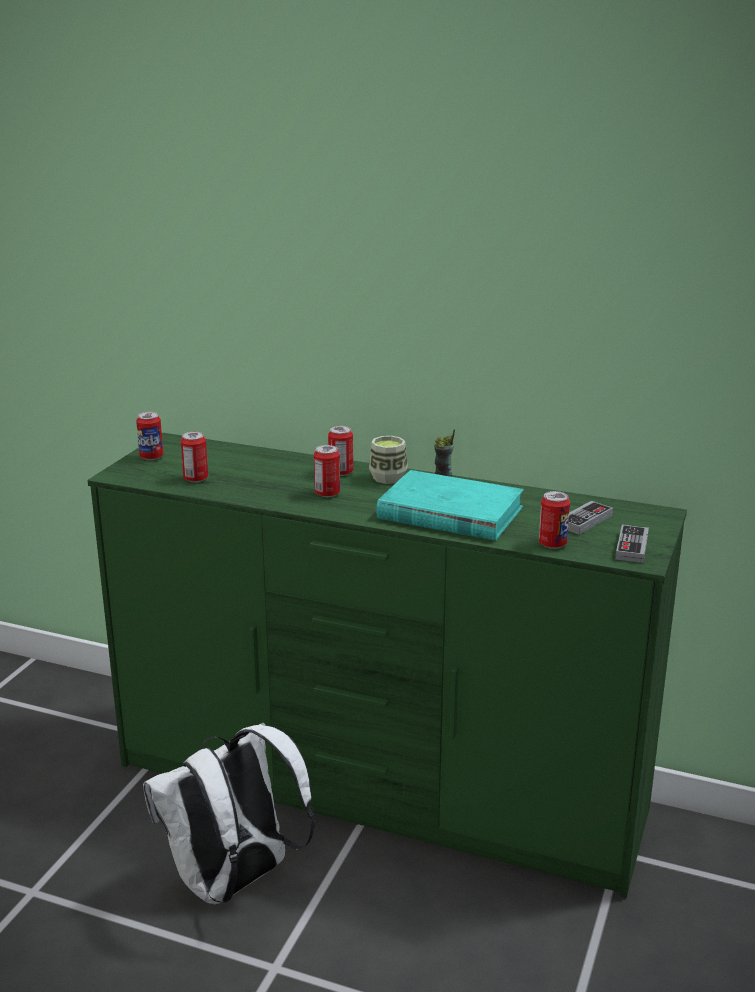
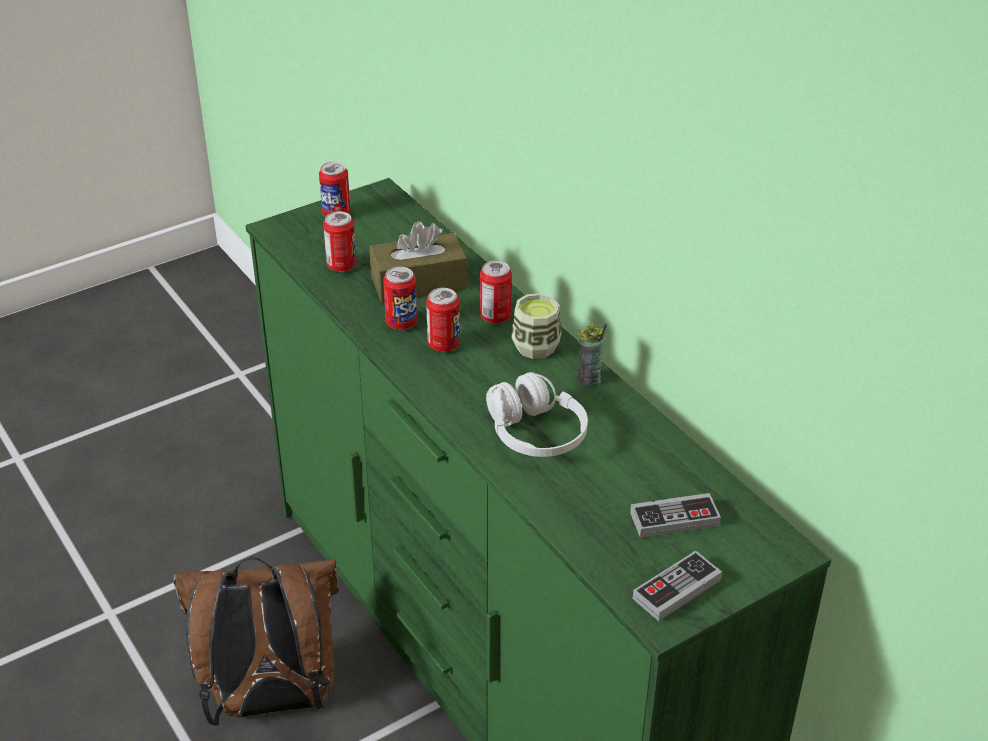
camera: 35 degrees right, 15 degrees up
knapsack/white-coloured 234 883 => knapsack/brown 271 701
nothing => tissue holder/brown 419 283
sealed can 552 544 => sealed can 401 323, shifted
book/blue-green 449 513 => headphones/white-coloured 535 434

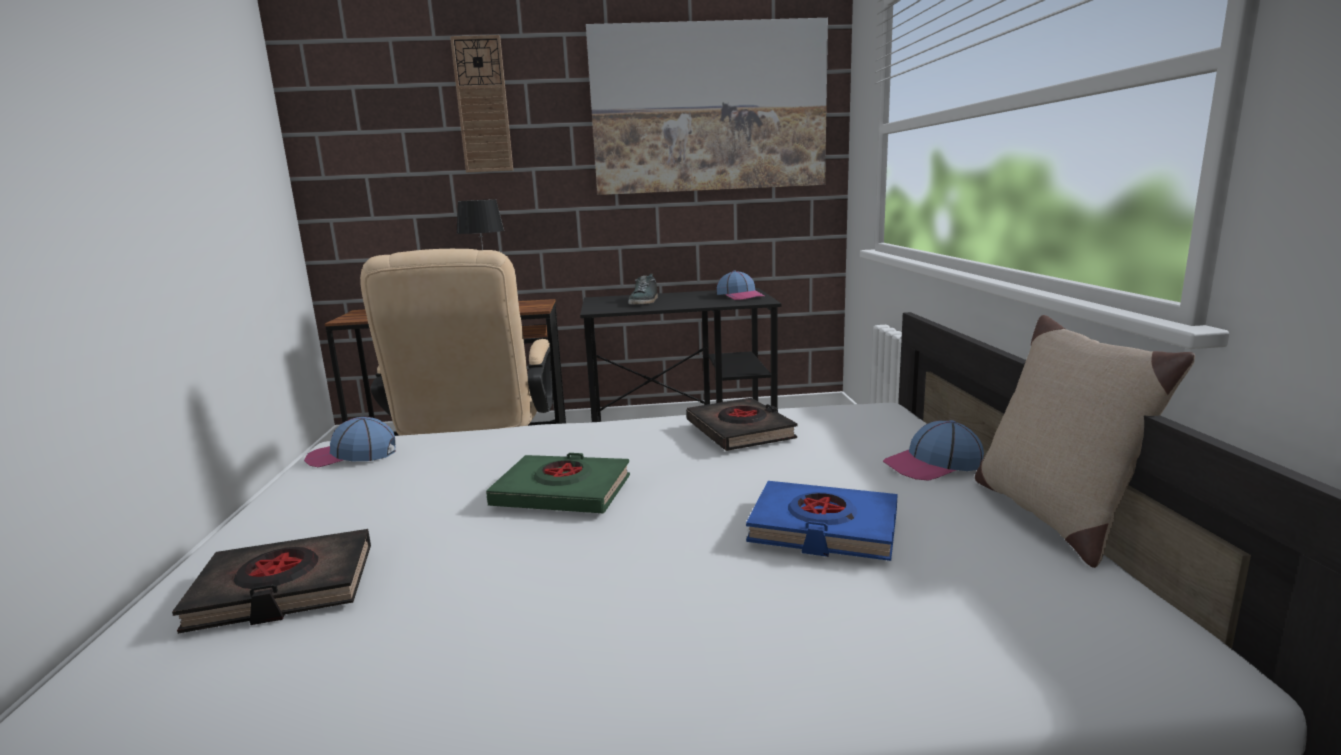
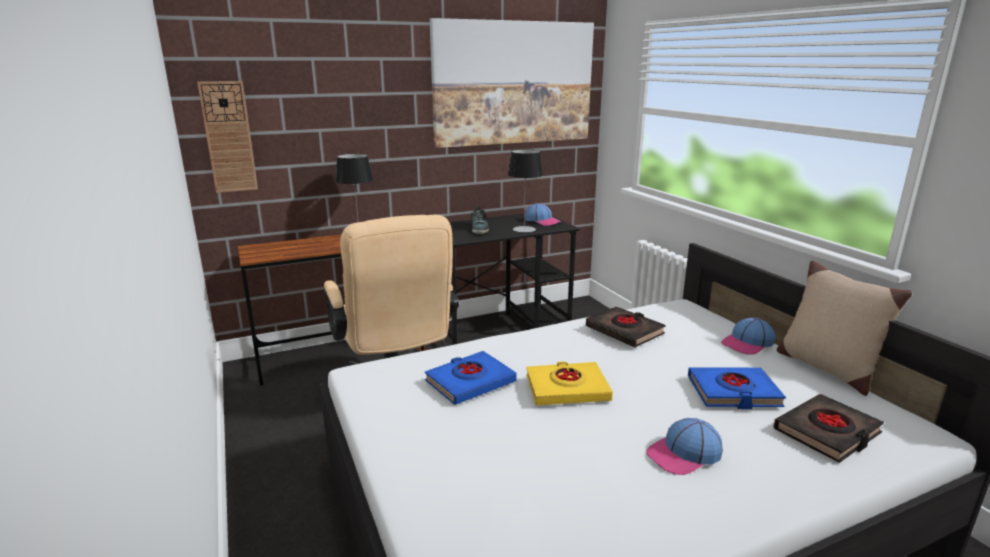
camera: 20 degrees left, 5 degrees up
wall clock 483 105 => wall clock 228 137, shifted
nothing => book/blue-coloured 470 382
nothing => lamp for a table 524 229
book/green-coloured 562 492 => book/yellowish 567 389
cap 352 455 => cap 684 454, shifted
book/black 284 589 => book/black 827 432, shifted

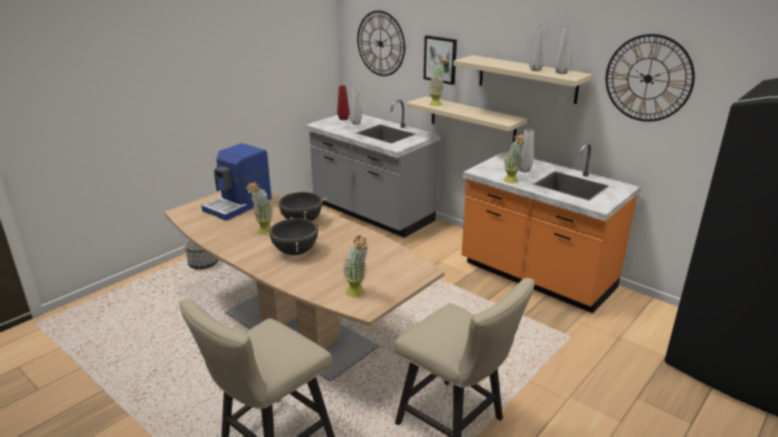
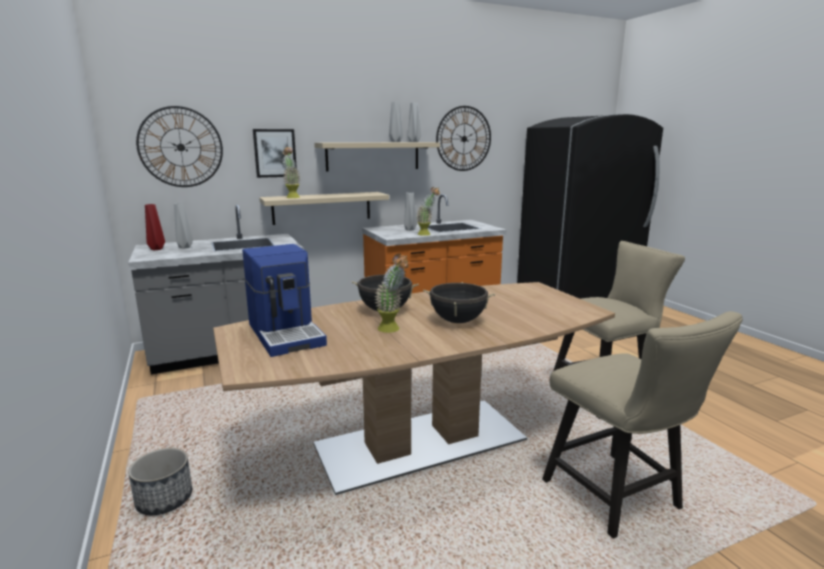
camera: 65 degrees left, 10 degrees down
potted plant 357 294 => nothing

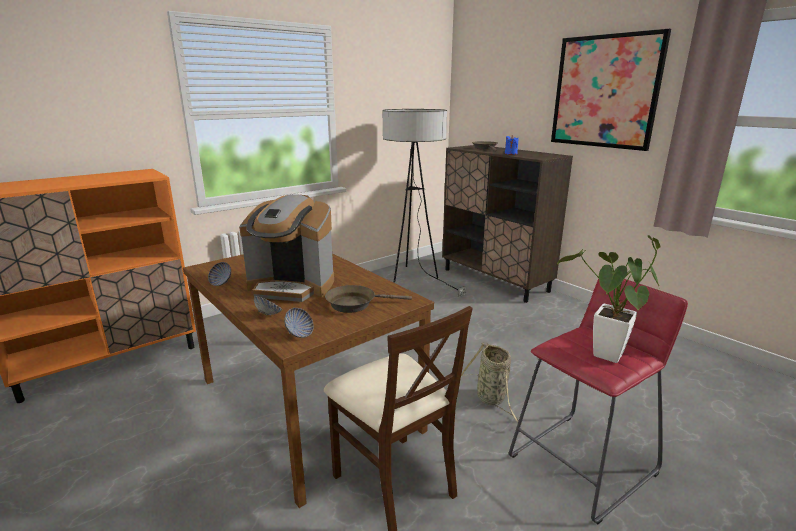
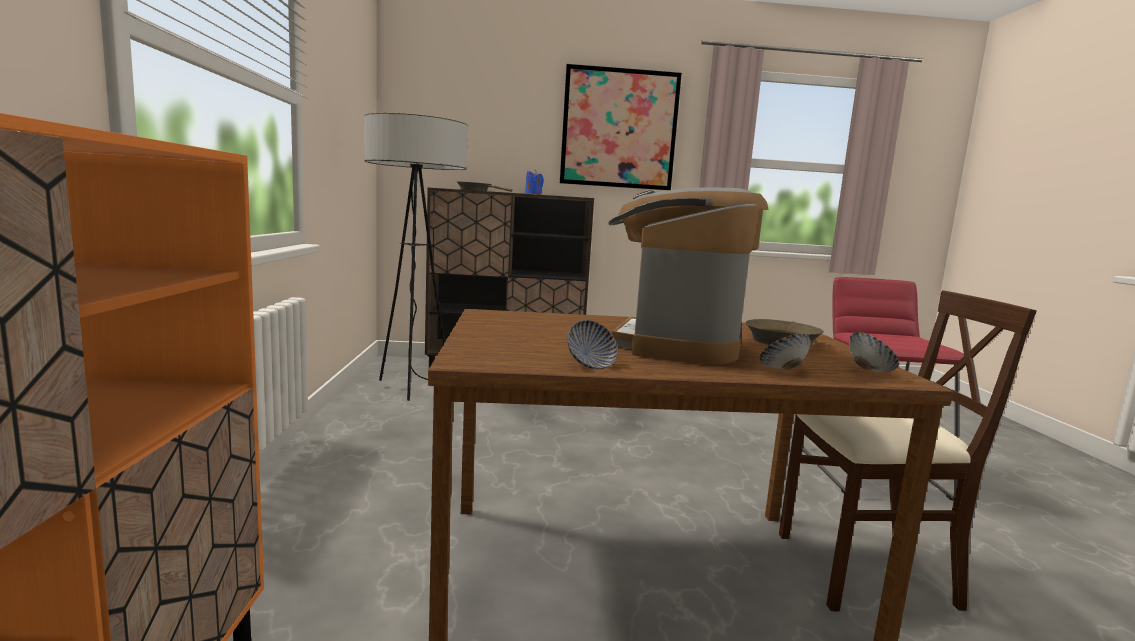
camera: 55 degrees left, 10 degrees down
coffee machine 292 286 => coffee machine 676 345, 150 degrees clockwise
basket 492 399 => nothing
potted plant 605 358 => nothing

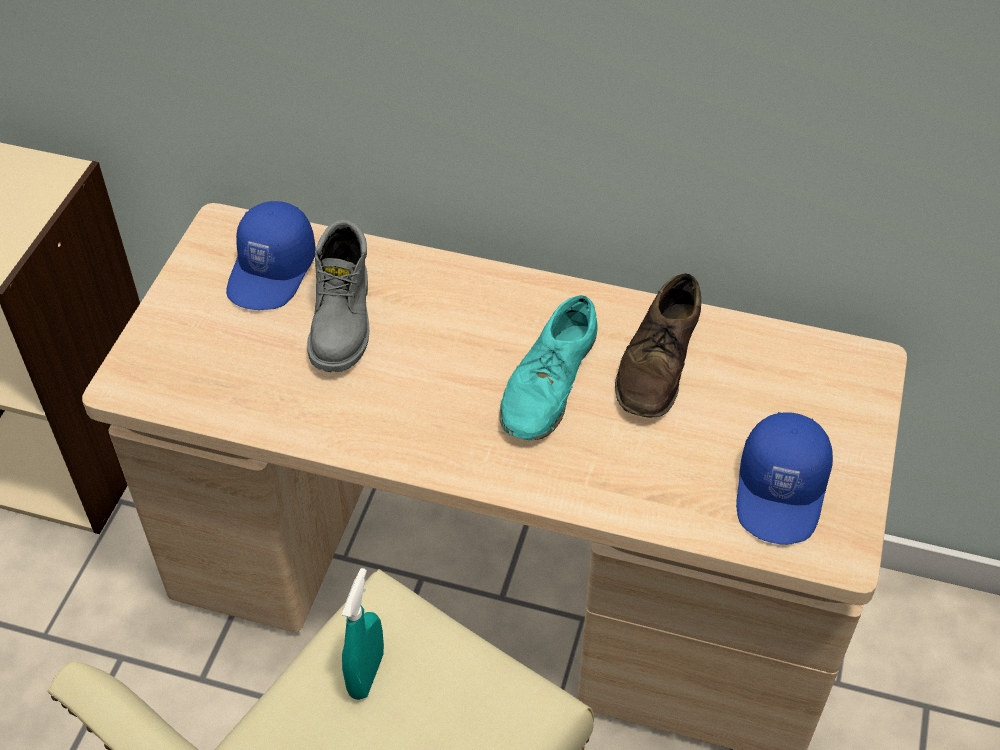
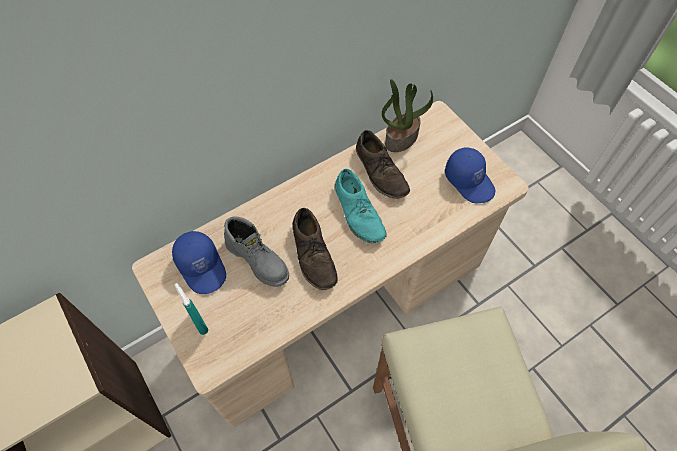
camera: 50 degrees left, 10 degrees up
sprayer/blue-green 366 674 => sprayer/blue-green 199 323, shifted
nothing => shoe/brown 313 254
nothing => potted plant 401 138

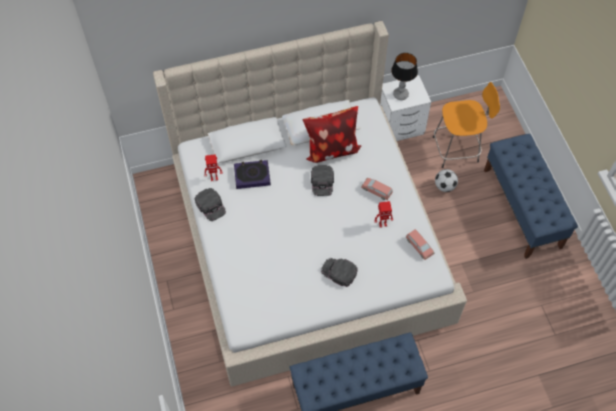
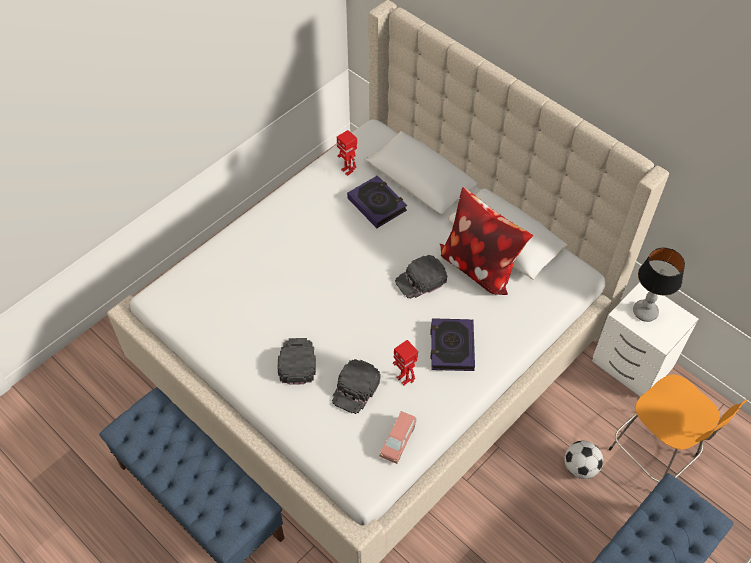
camera: 60 degrees right, 5 degrees down
cap/black 211 206 => cap/black 356 389, shifted
miniature car/pinkish 376 191 => book 451 347

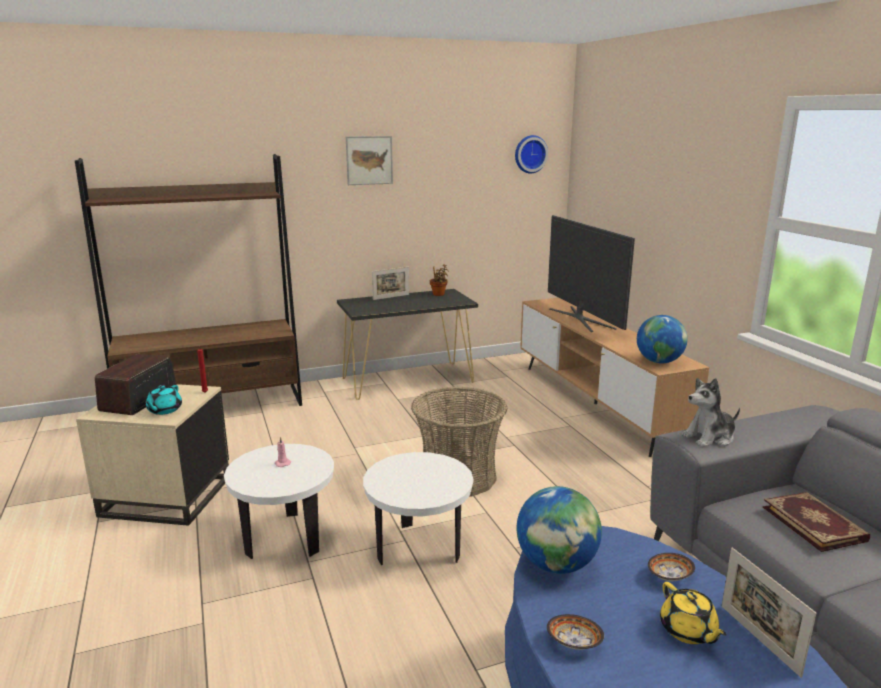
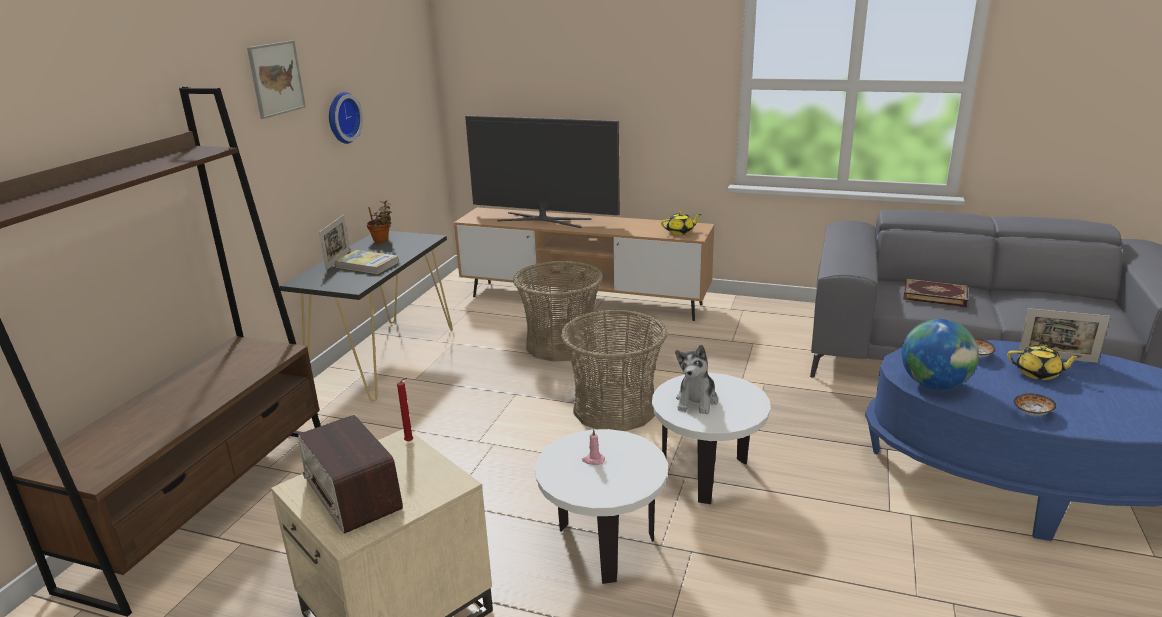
camera: 50 degrees left, 5 degrees up
wall clock 530 154 => wall clock 341 117, shifted
nothing => book 367 265
nothing => basket 561 345
desk globe 659 361 => teapot/yellowish 680 232
cuddly toy 709 437 => cuddly toy 697 401, shifted
teapot/blue-green 164 410 => nothing

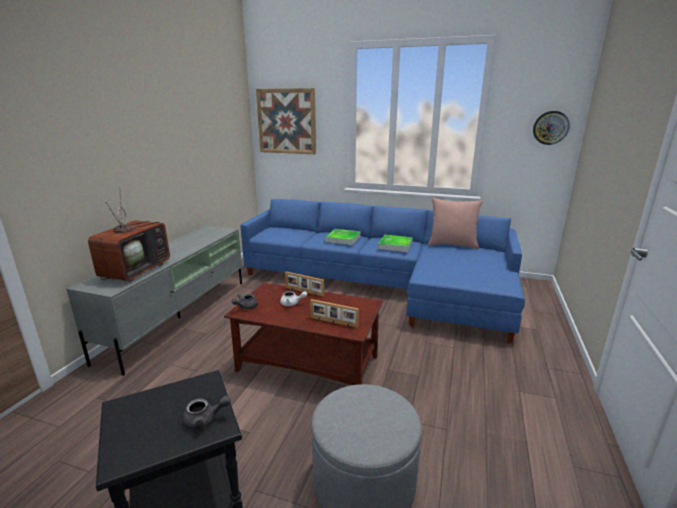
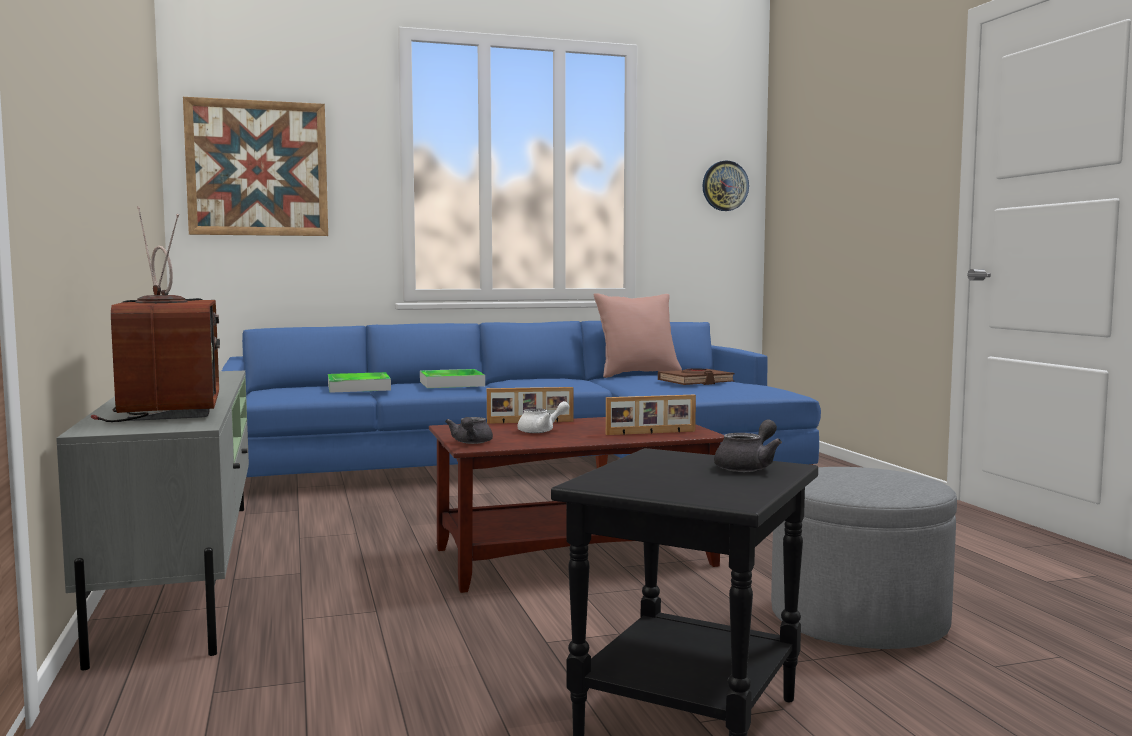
camera: 35 degrees left, 15 degrees down
tray 395 245 => tray 358 387, shifted
nothing => book/brown 695 382

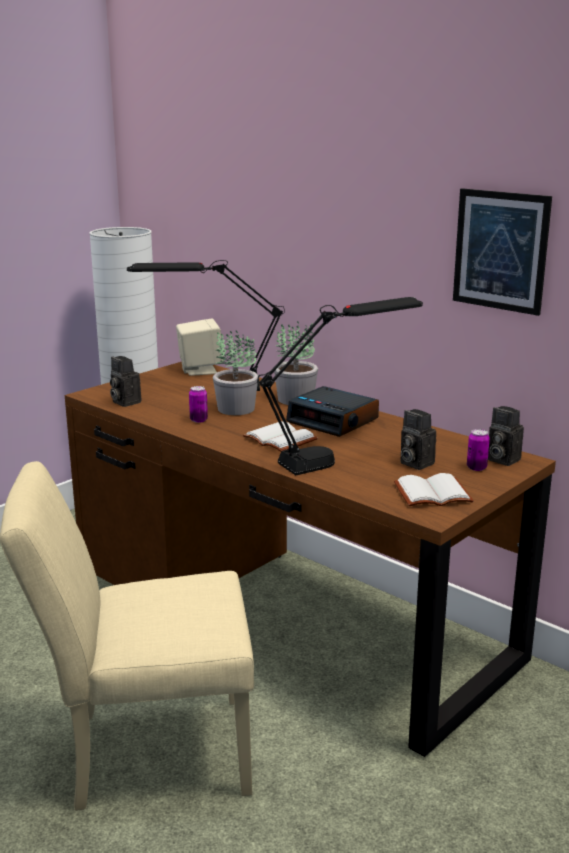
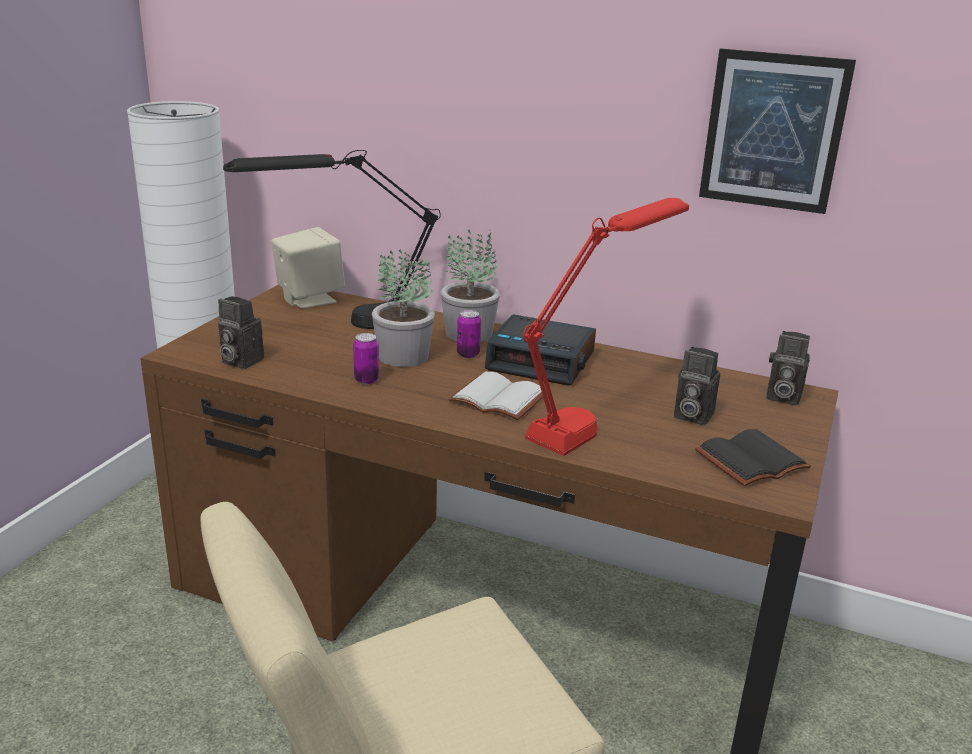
camera: 20 degrees left, 5 degrees up
sealed can 476 468 => sealed can 468 354, shifted
lamp for a table/black 339 457 => lamp for a table/reddish 594 417
book/white-coloured 432 495 => book/black 752 462

